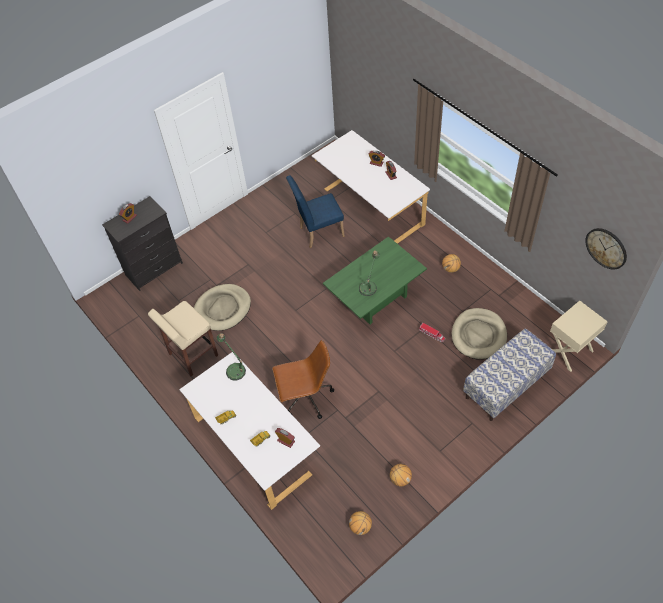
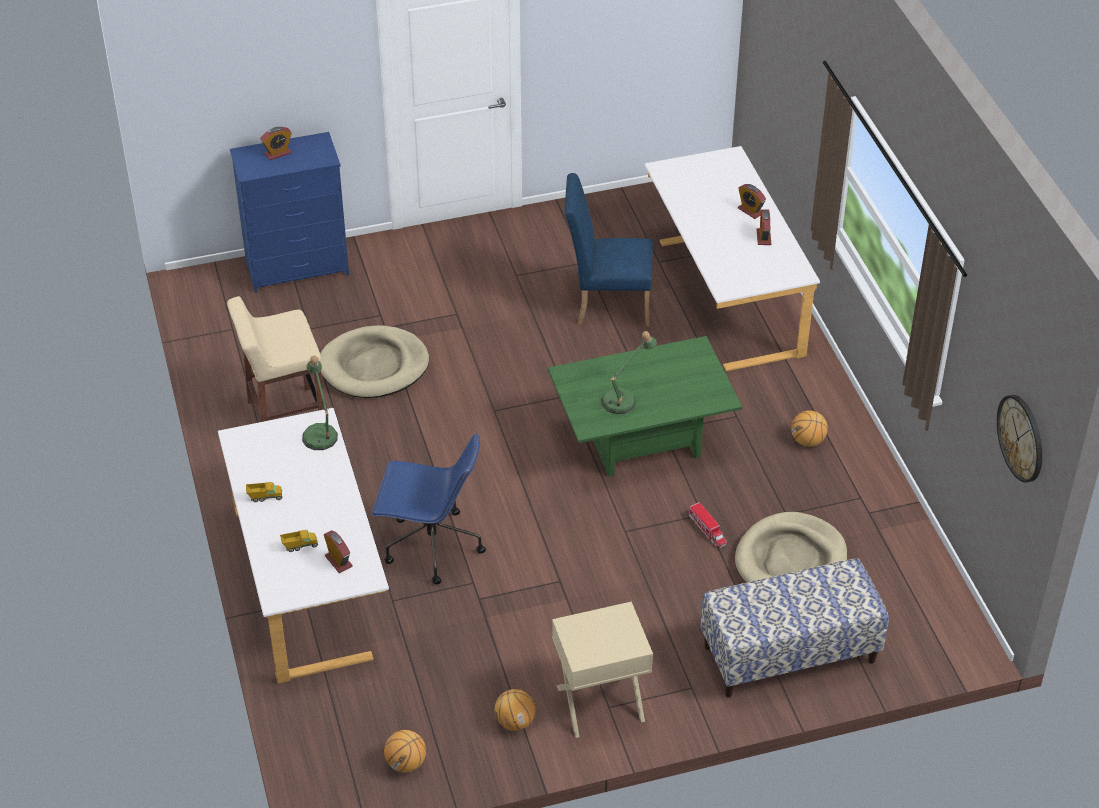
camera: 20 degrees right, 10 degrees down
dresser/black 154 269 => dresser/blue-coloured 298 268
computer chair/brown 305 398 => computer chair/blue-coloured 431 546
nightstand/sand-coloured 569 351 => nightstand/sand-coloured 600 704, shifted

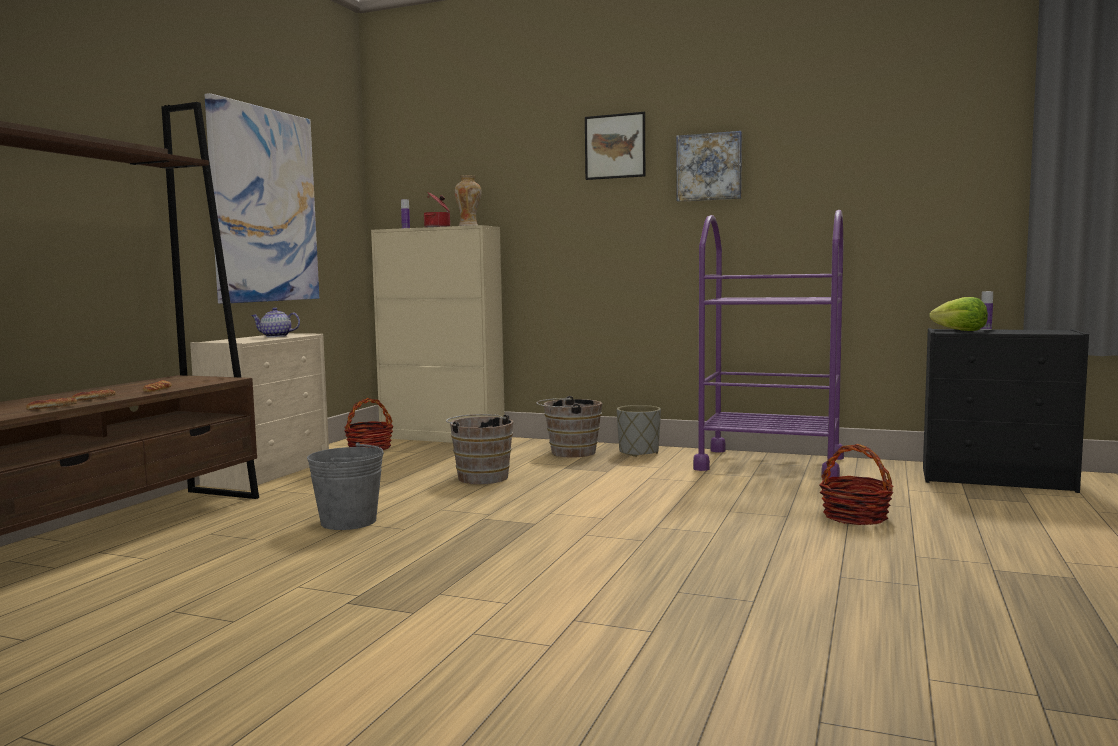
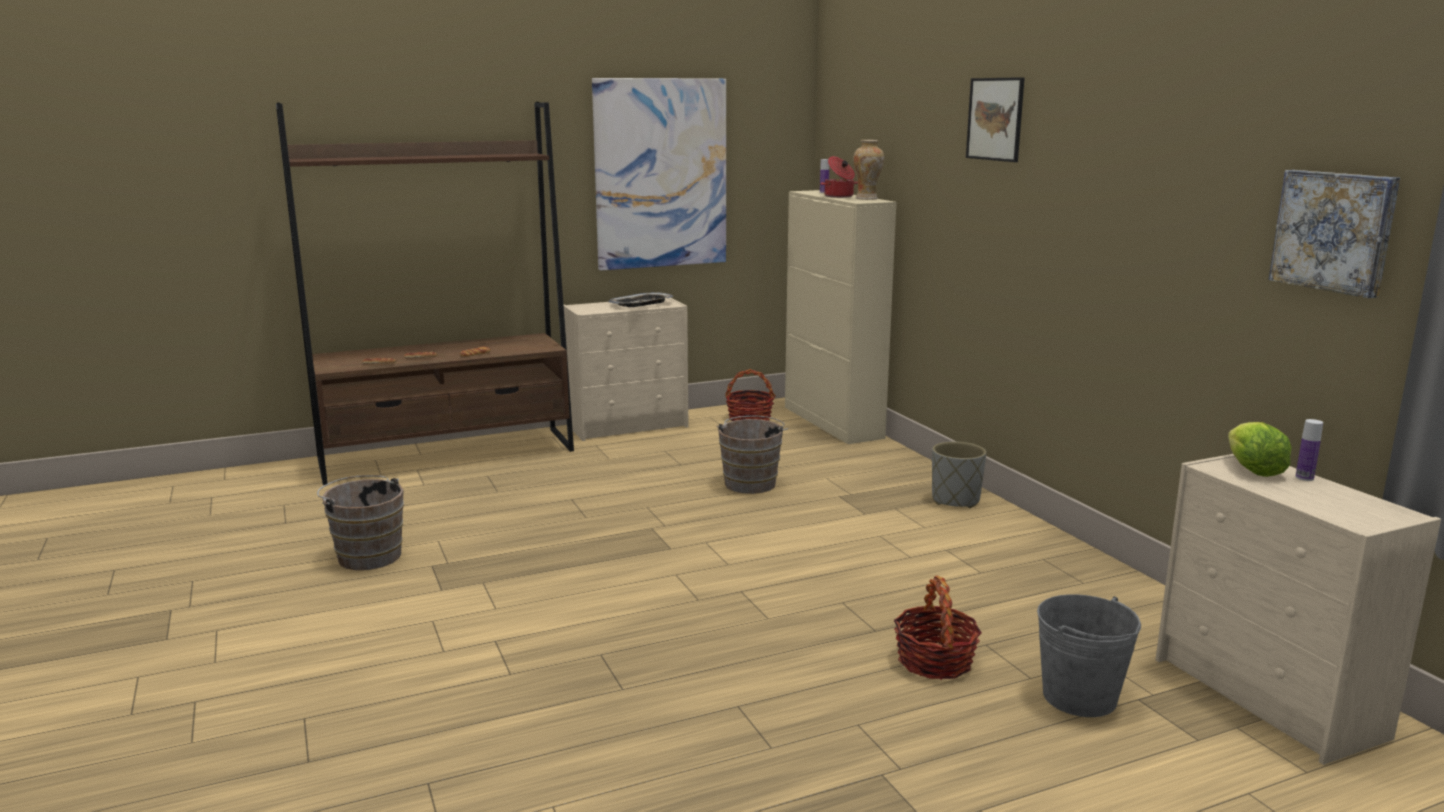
camera: 45 degrees right, 10 degrees up
water bucket/brown 569 452 => water bucket/brown 367 555, shifted
teapot 275 336 => tray 641 304
water bucket/grey 349 521 => water bucket/grey 1079 697, shifted
dresser/black 998 480 => dresser/sand-coloured 1269 699
wall picture 709 167 => wall picture 1335 231, shifted
cart/purple 769 464 => nothing

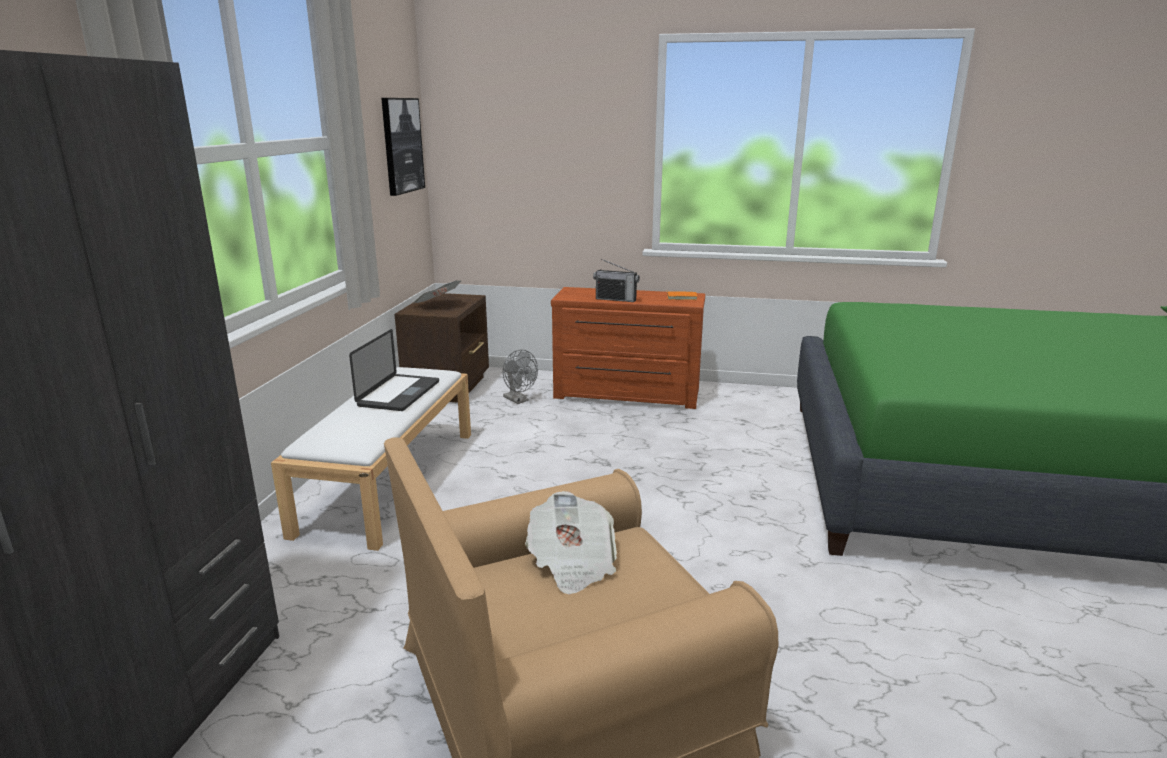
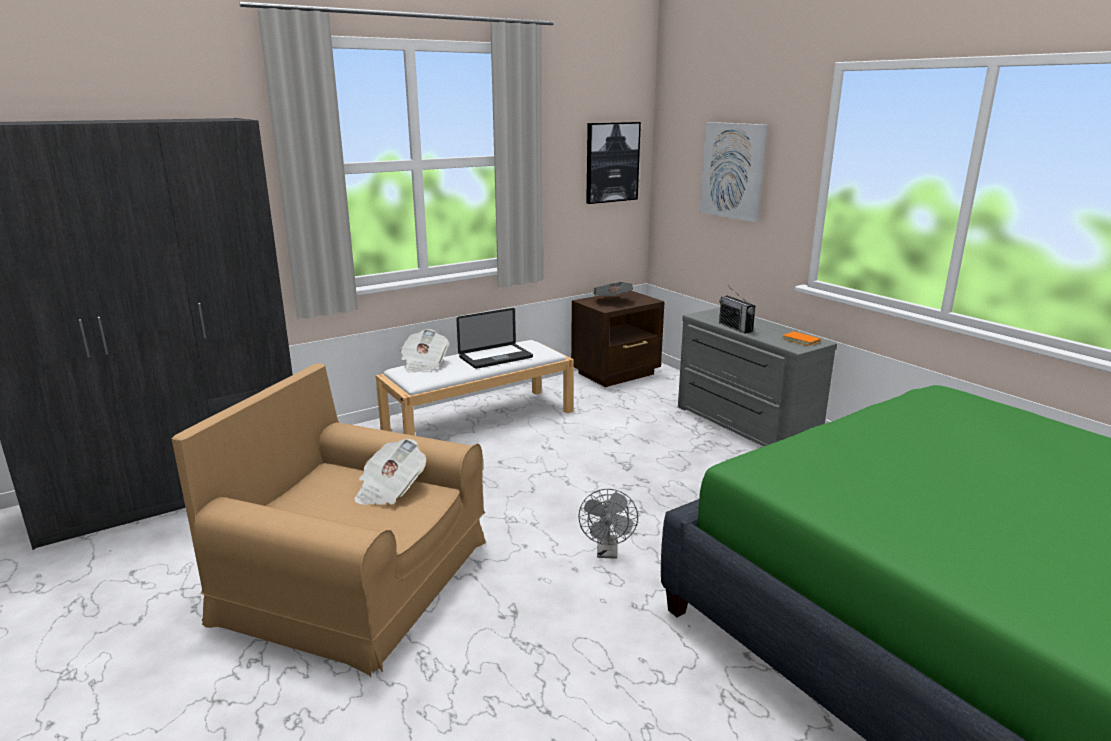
camera: 45 degrees right, 0 degrees up
nothing => daily paper 424 364
cooling fan/grey 518 400 => cooling fan/grey 607 552, shifted
dresser/brown 626 395 => dresser/grey 743 425
nothing => wall picture 733 171

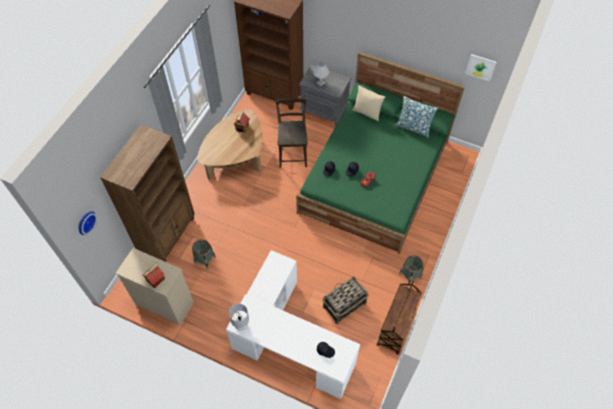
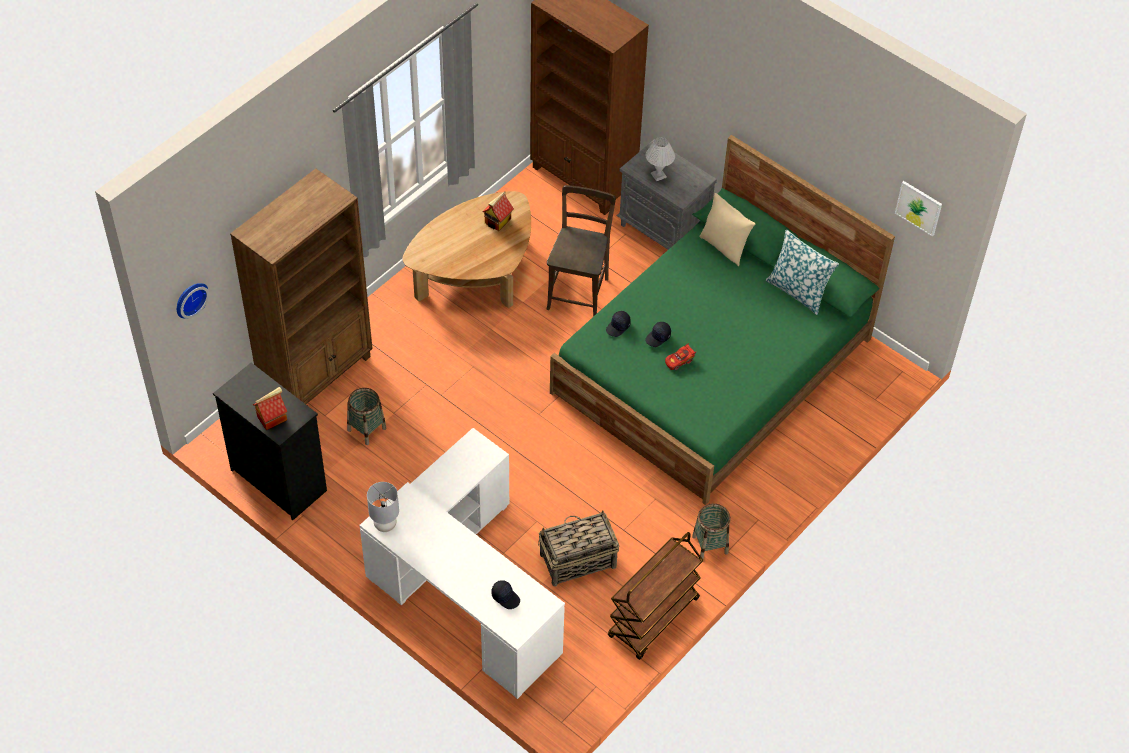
camera: 15 degrees right, 5 degrees down
dresser/sand-coloured 164 303 => dresser/black 278 479

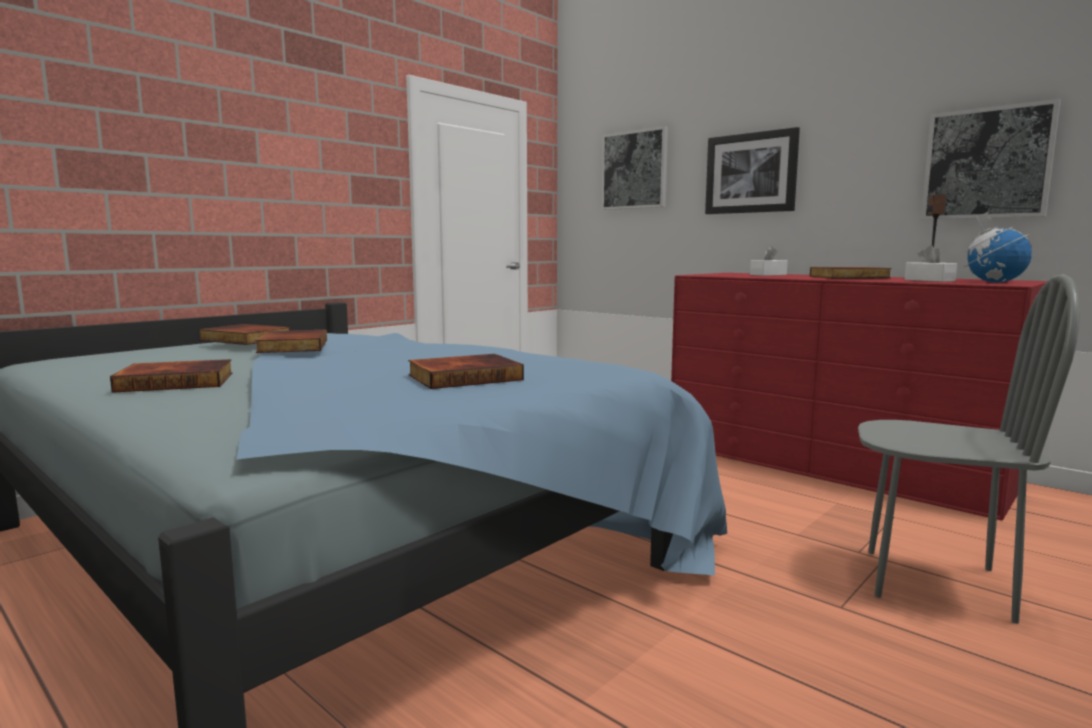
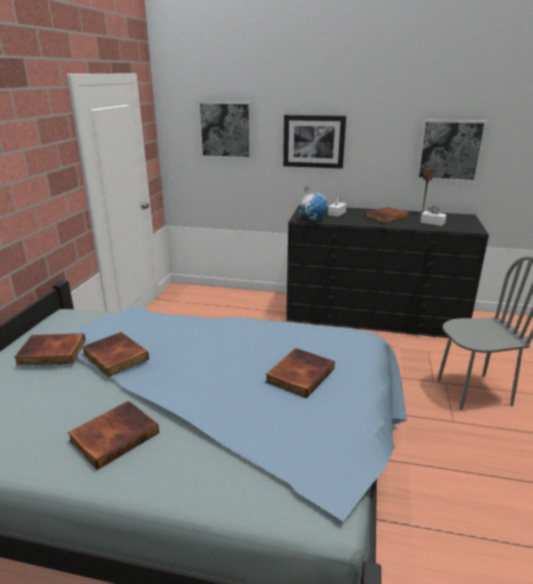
camera: 30 degrees left, 15 degrees up
dresser/reddish 830 463 => dresser/black 374 315
desk globe 994 282 => desk globe 312 219, shifted

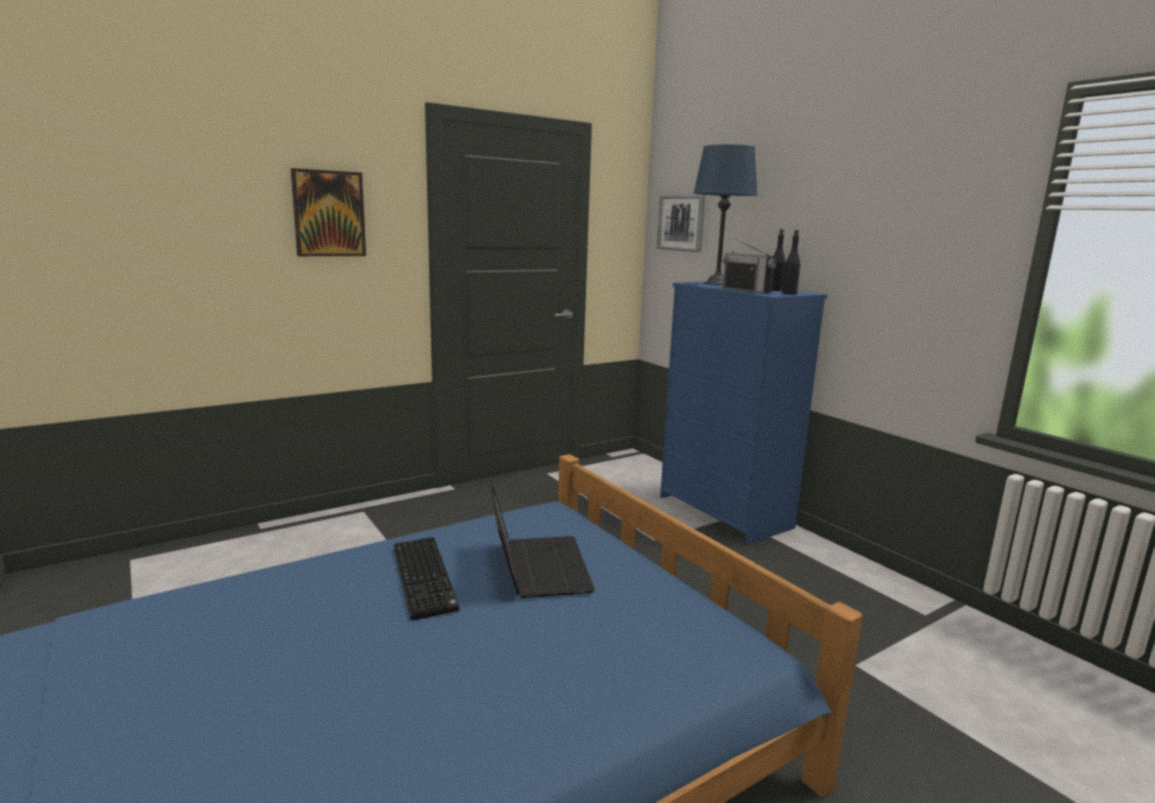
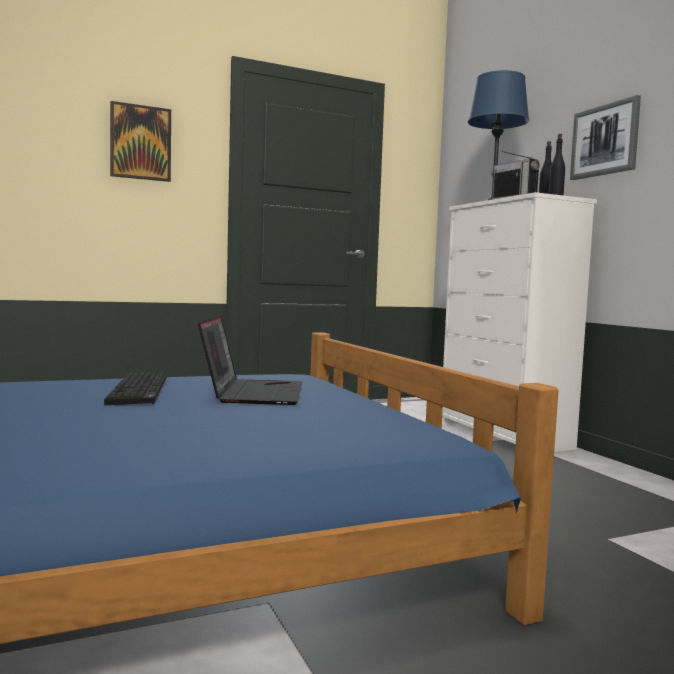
camera: 10 degrees right, 10 degrees down
dresser/blue-coloured 724 512 => dresser/white-coloured 503 436
wall picture 681 223 => wall picture 605 140, shifted

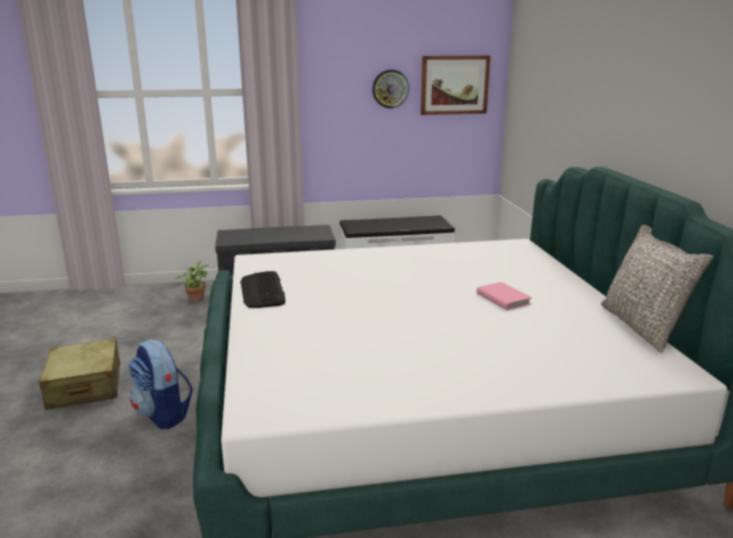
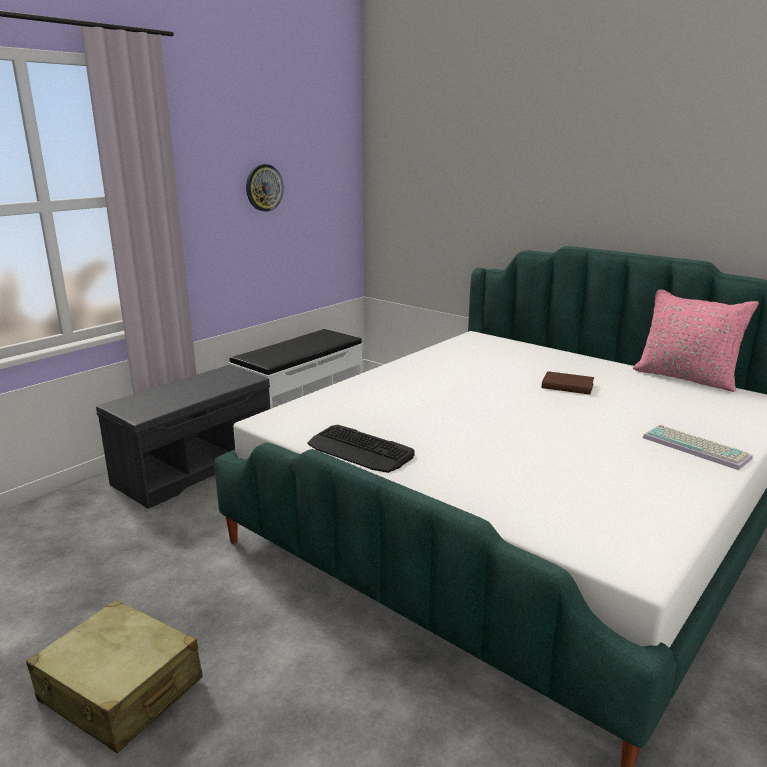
camera: 40 degrees left, 0 degrees up
book/pinkish 503 299 => book/brown 567 386
cushion/grey 643 327 => cushion/pinkish 686 377
nothing => PC keyboard 697 448
knapsack 163 414 => nothing
potted plant 196 298 => nothing
wall picture 454 85 => nothing

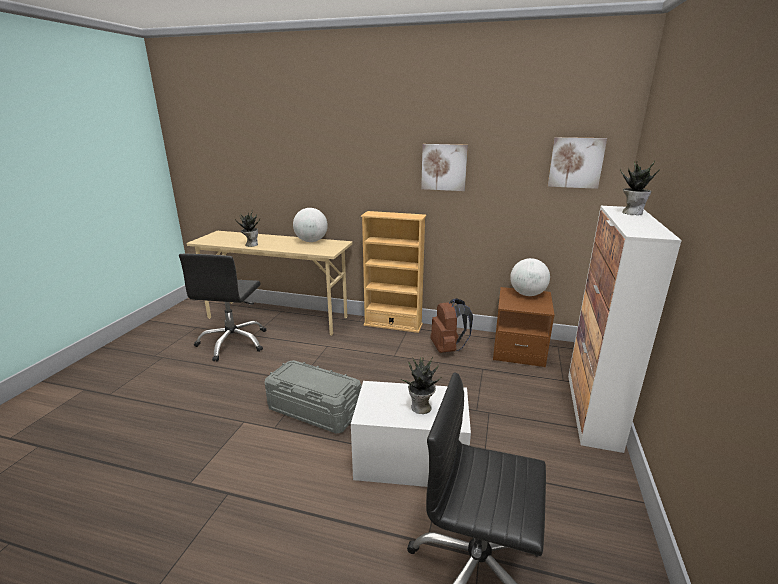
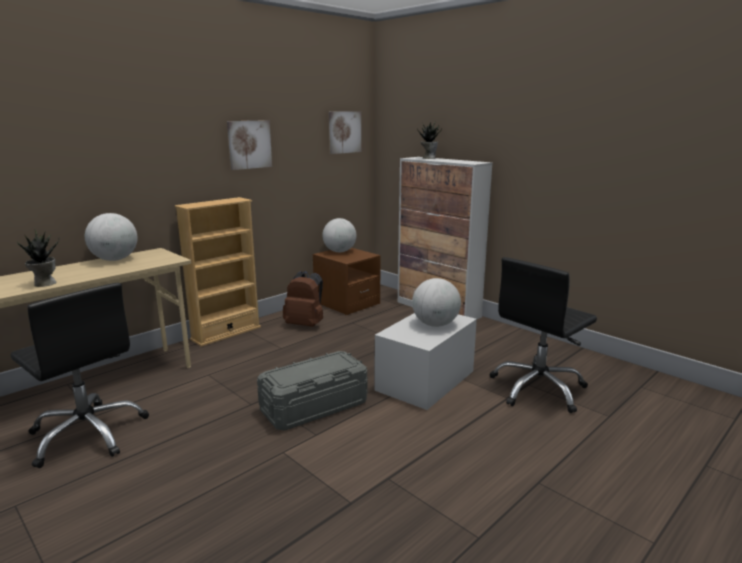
camera: 60 degrees left, 5 degrees down
potted plant 421 408 => desk globe 435 324

